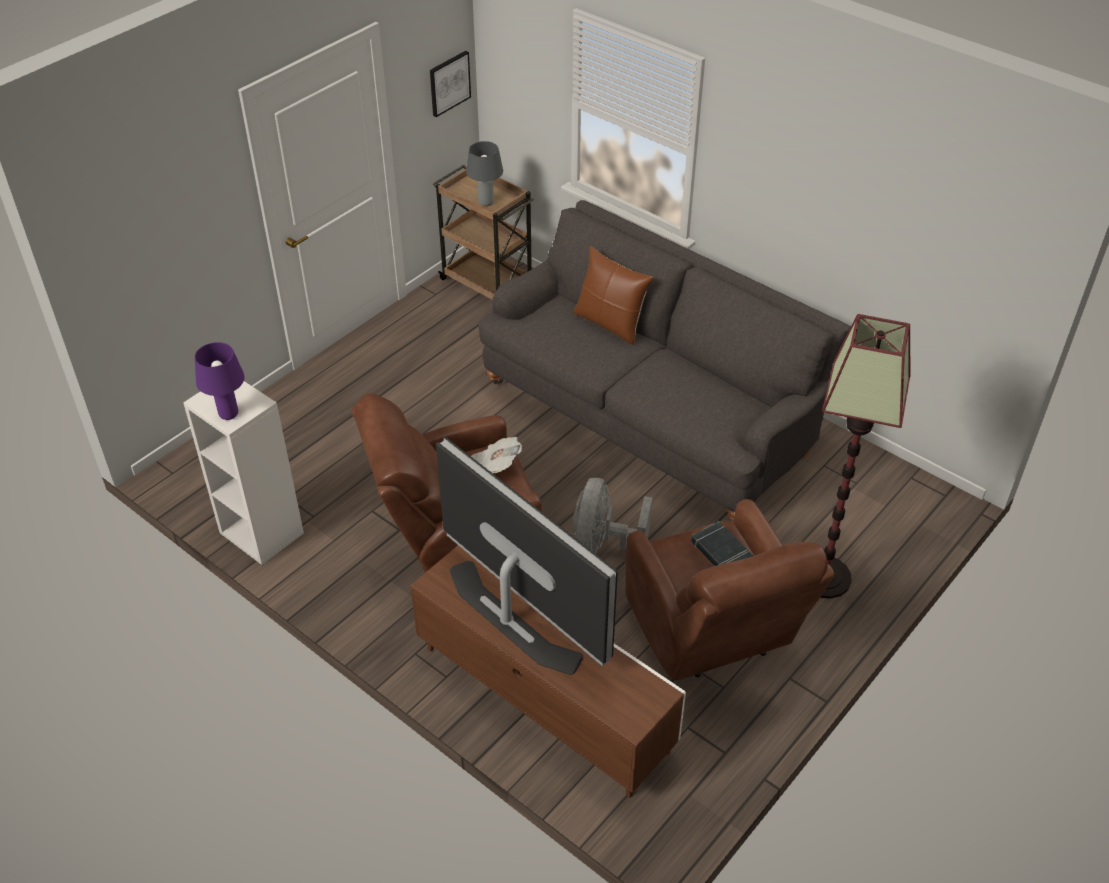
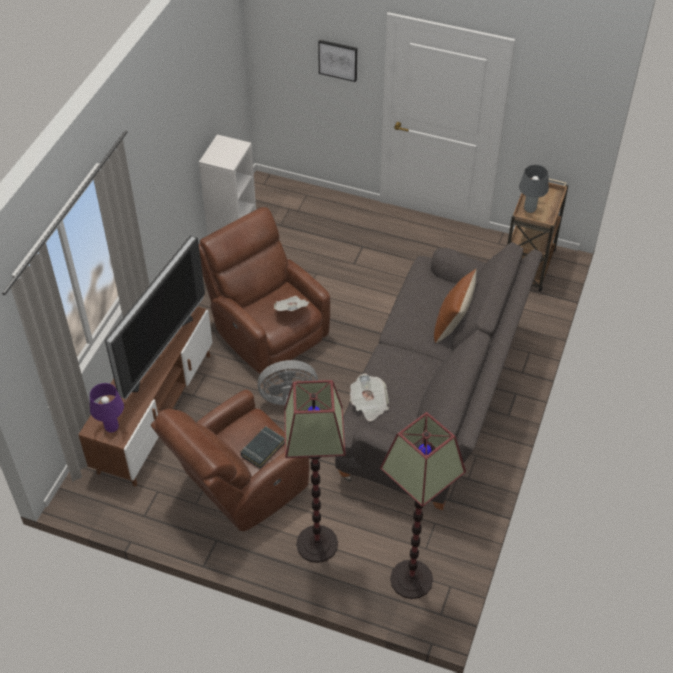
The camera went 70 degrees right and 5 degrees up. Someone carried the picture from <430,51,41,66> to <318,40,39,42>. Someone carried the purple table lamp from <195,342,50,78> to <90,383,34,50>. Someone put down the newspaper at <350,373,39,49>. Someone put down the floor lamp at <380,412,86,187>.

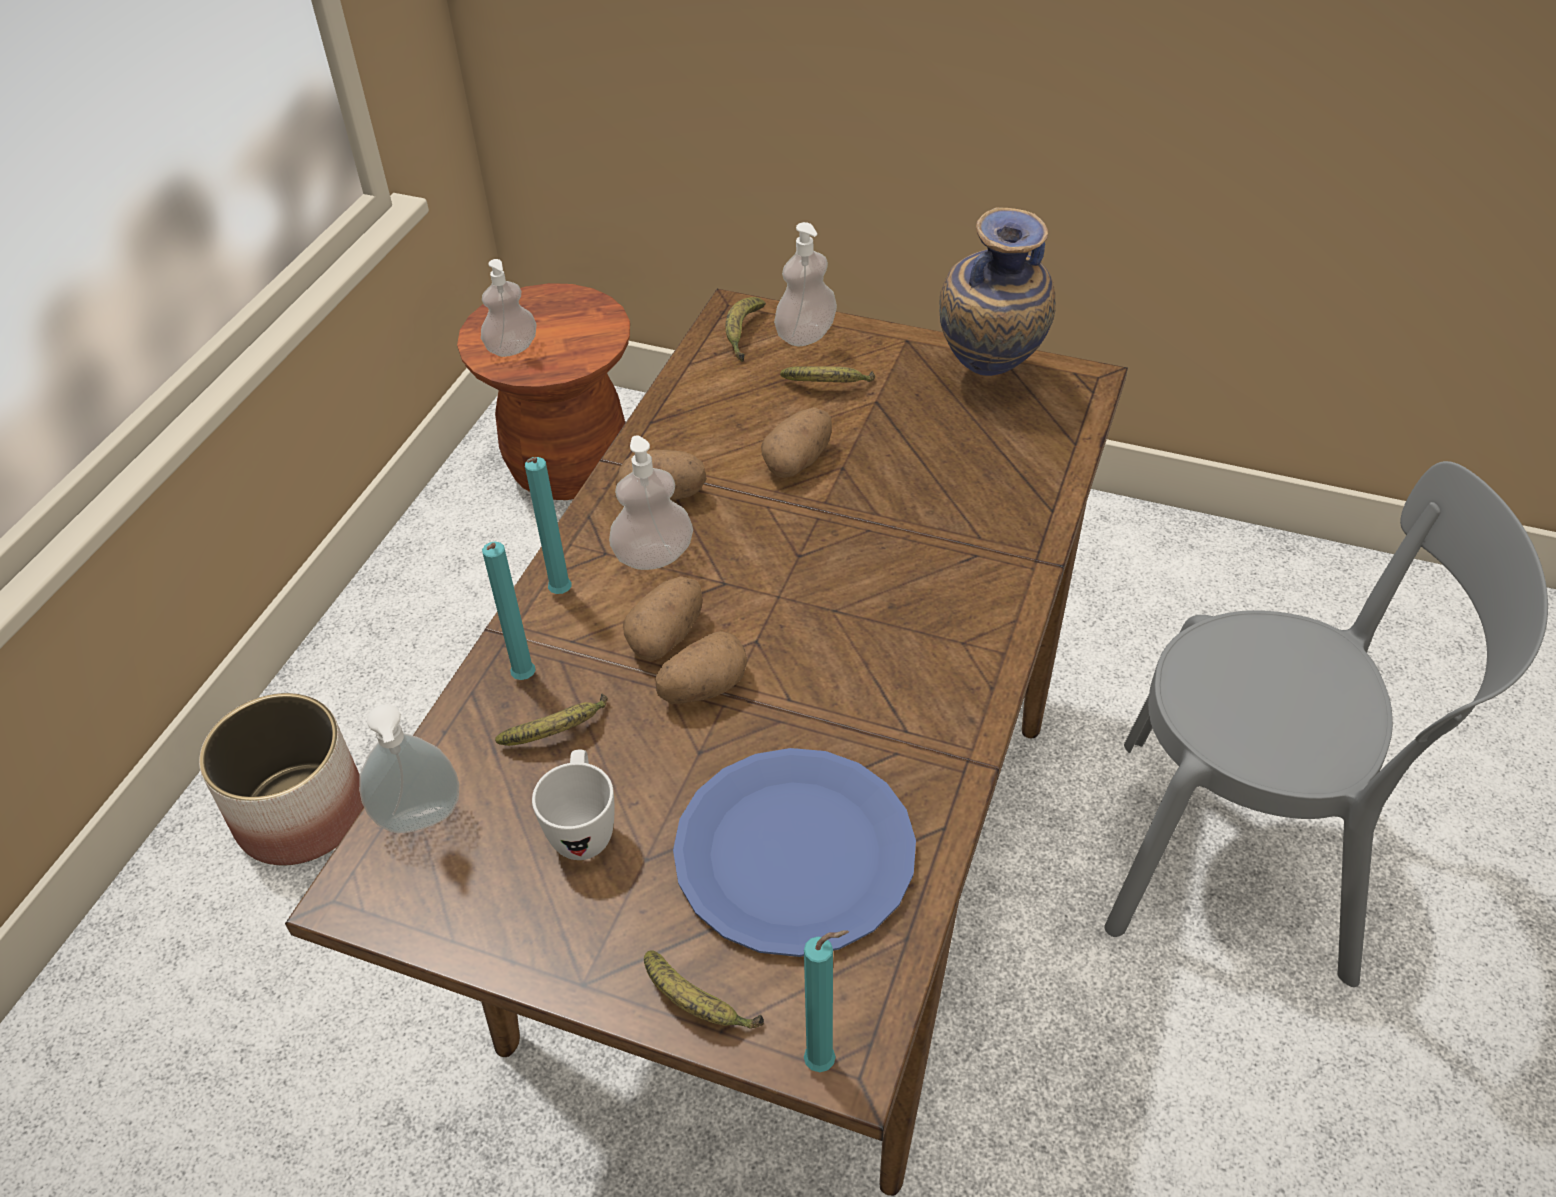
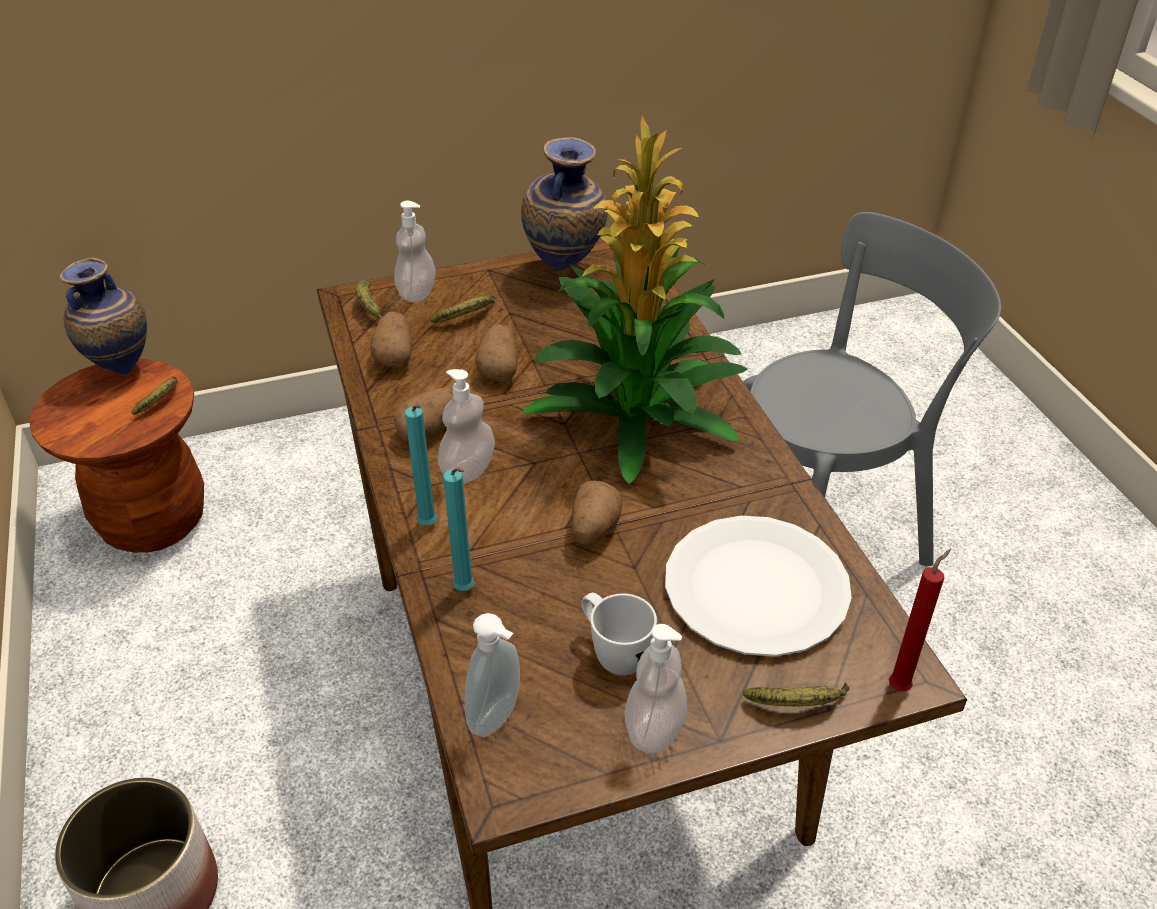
The camera went 40 degrees left and 5 degrees down. Someone carried the soap dispenser from <481,259,56,98> to <625,624,62,129>. Someone carried the potato from <623,576,80,85> to <370,311,43,57>. Someone carried the banana from <495,693,113,53> to <131,376,47,39>. Someone repainted the blue plate at <673,748,243,209>, which became the white plate at <665,516,187,140>. Someone repainted the turquoise candle at <804,930,45,142>, which became the red candle at <889,549,62,143>. Someone put down the potted plant at <522,116,226,368>. Someone put down the vase at <59,257,88,119>.

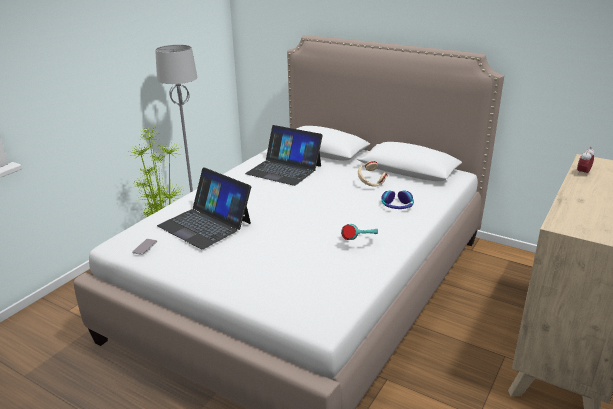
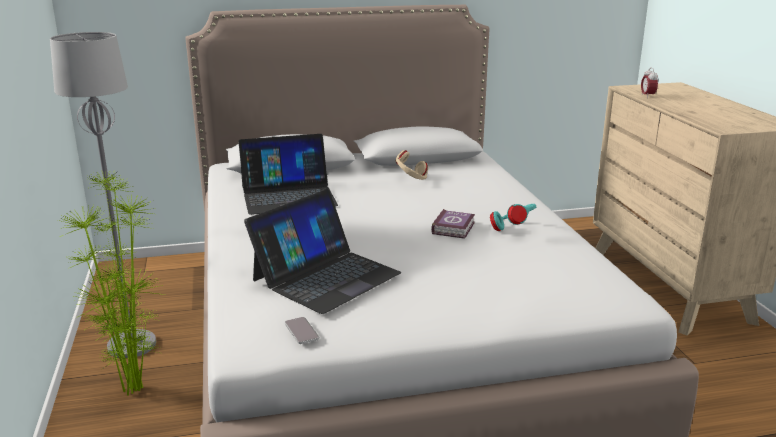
The camera went 45 degrees left and 5 degrees down. Someone rotated the laptop at <157,168,94,81> by 45 degrees counterclockwise. Someone took away the headphones at <381,191,33,18>. Someone put down the book at <431,209,44,30>.

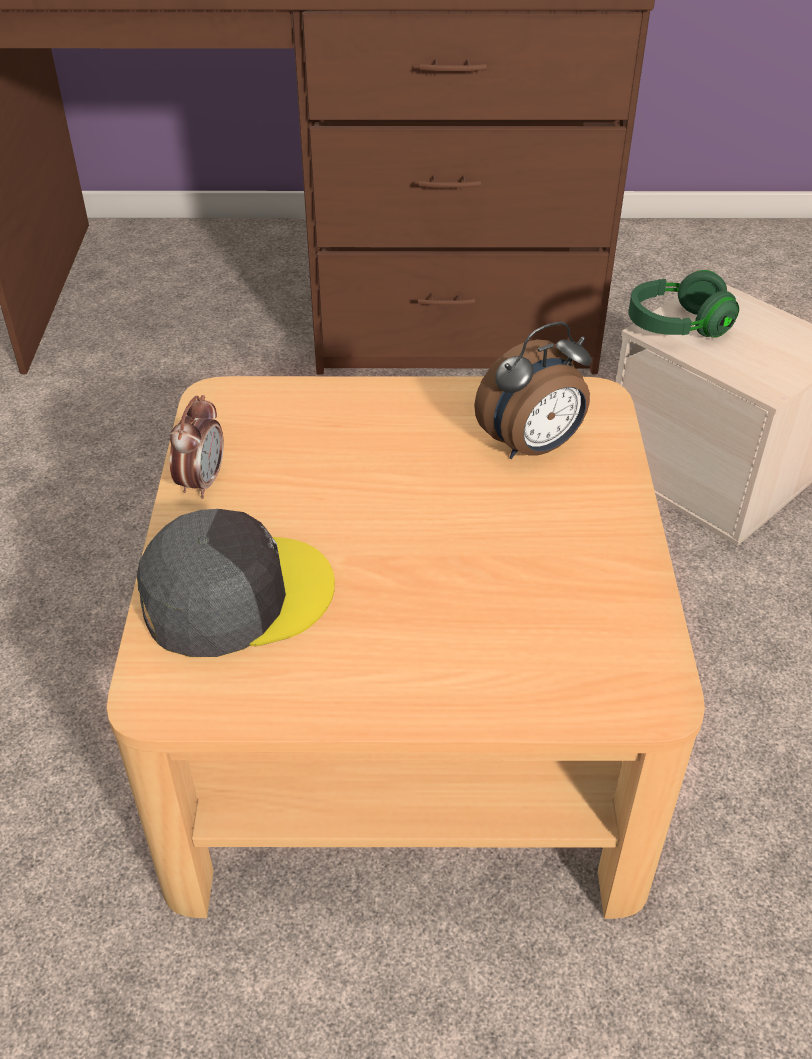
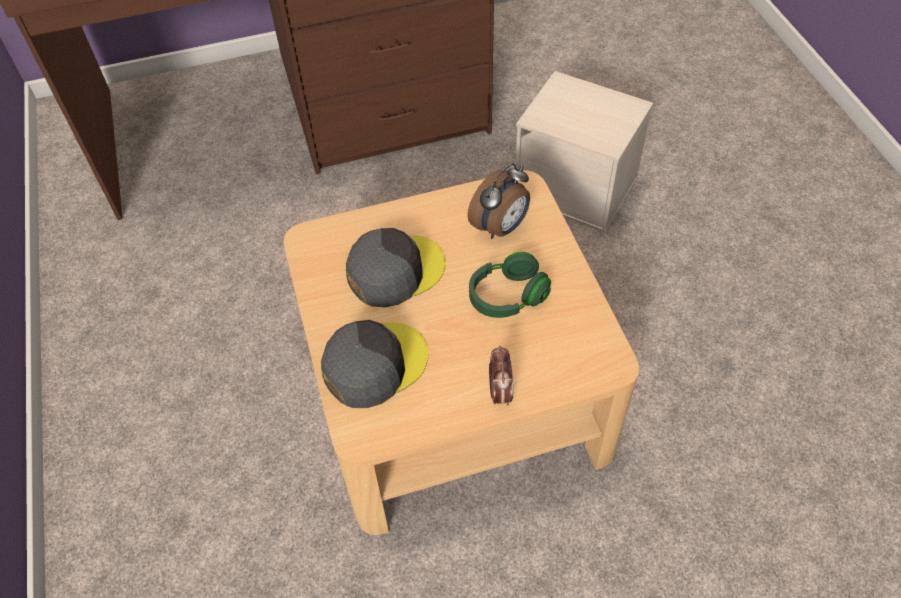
The camera went 15 degrees left and 10 degrees up. Someone carried the green headphones from <629,270,110,68> to <469,252,82,66>. Someone carried the alarm clock from <169,395,55,104> to <489,346,24,60>. Someone put down the grey cap at <346,228,100,80>.

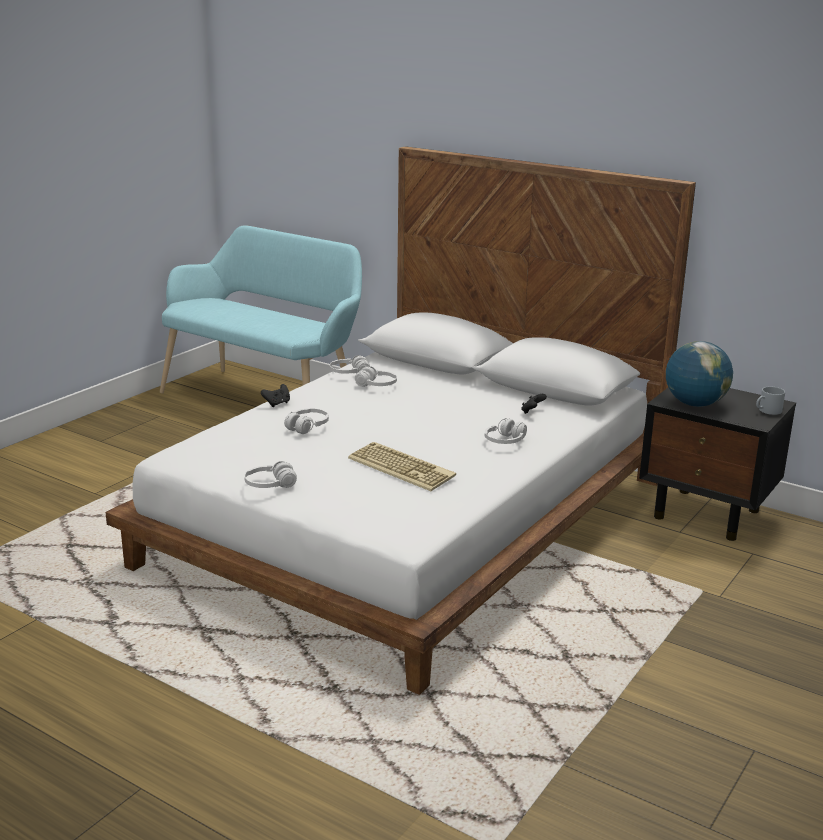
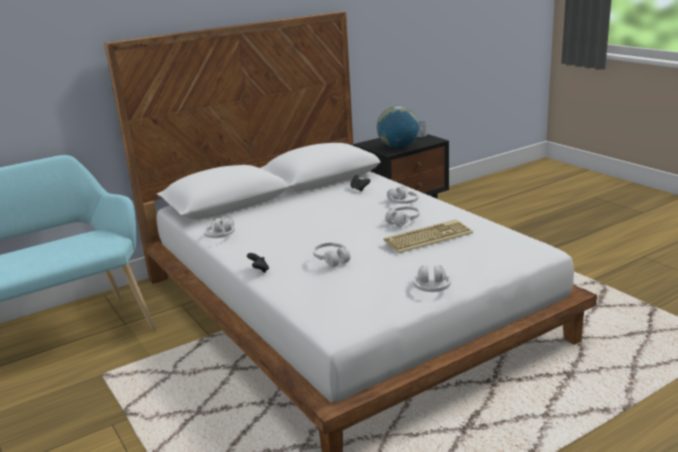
The camera went 65 degrees left and 0 degrees up. Someone carried the white headphones from <355,366,42,21> to <385,206,35,21>.

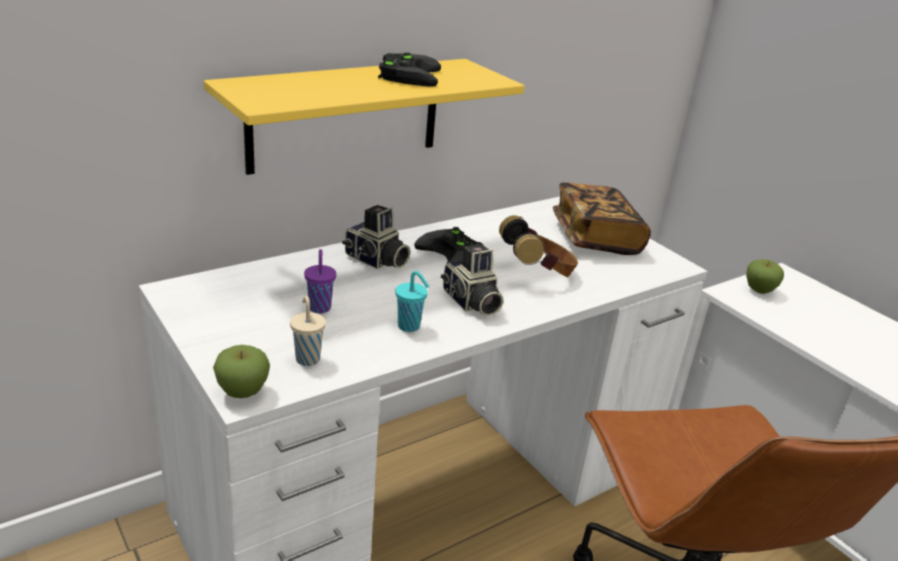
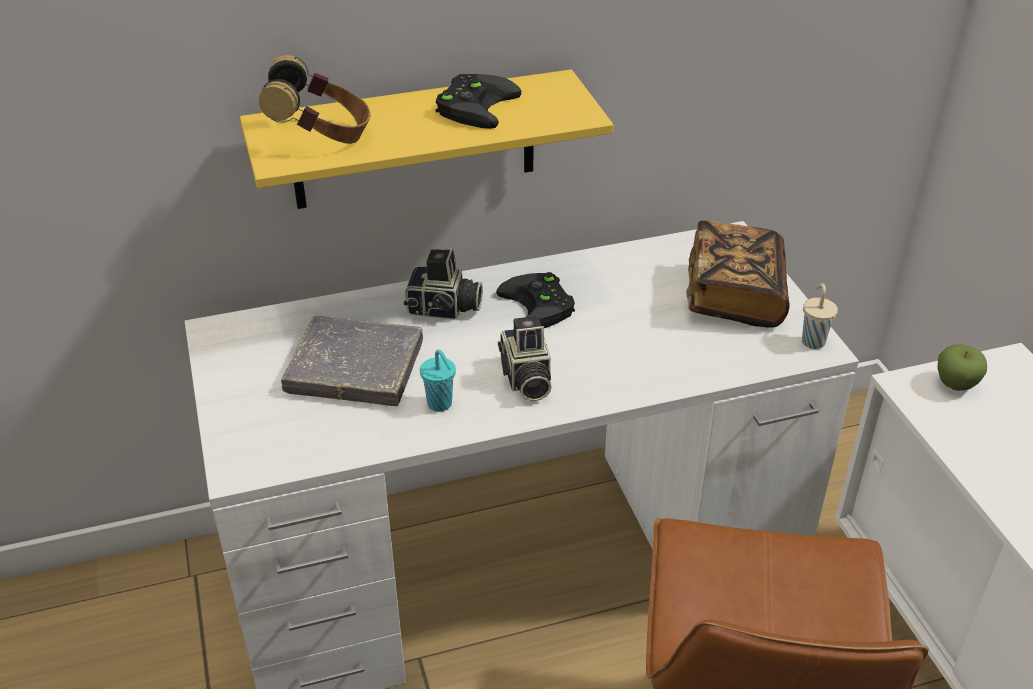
The camera went 20 degrees right and 10 degrees up. Someone rotated the photo camera at <342,205,69,64> by 45 degrees counterclockwise. Someone carried the headphones from <499,215,79,62> to <259,55,112,89>. Someone swapped the purple cup at <304,249,32,65> for the grey book at <281,316,142,90>. Someone carried the beige cup from <290,296,36,70> to <802,283,36,66>. Someone took away the apple at <213,345,57,53>.

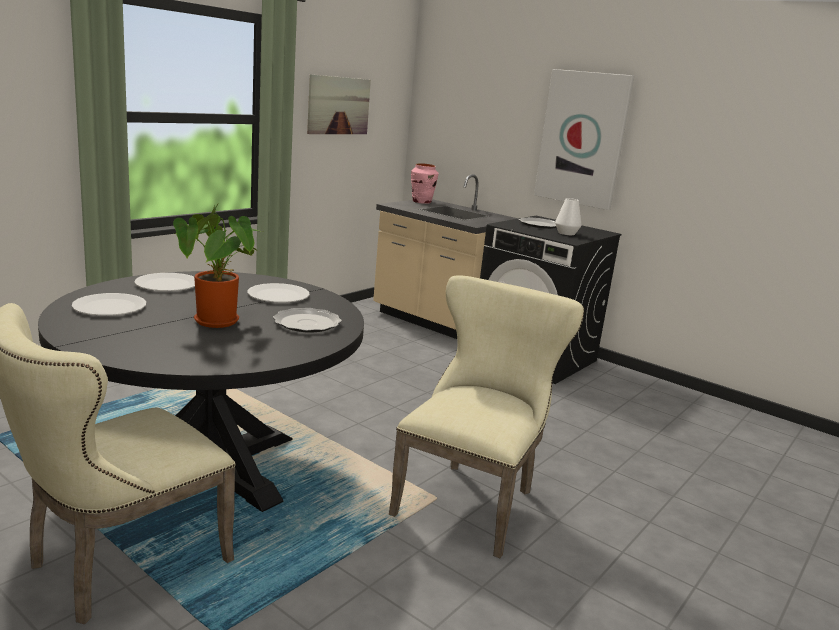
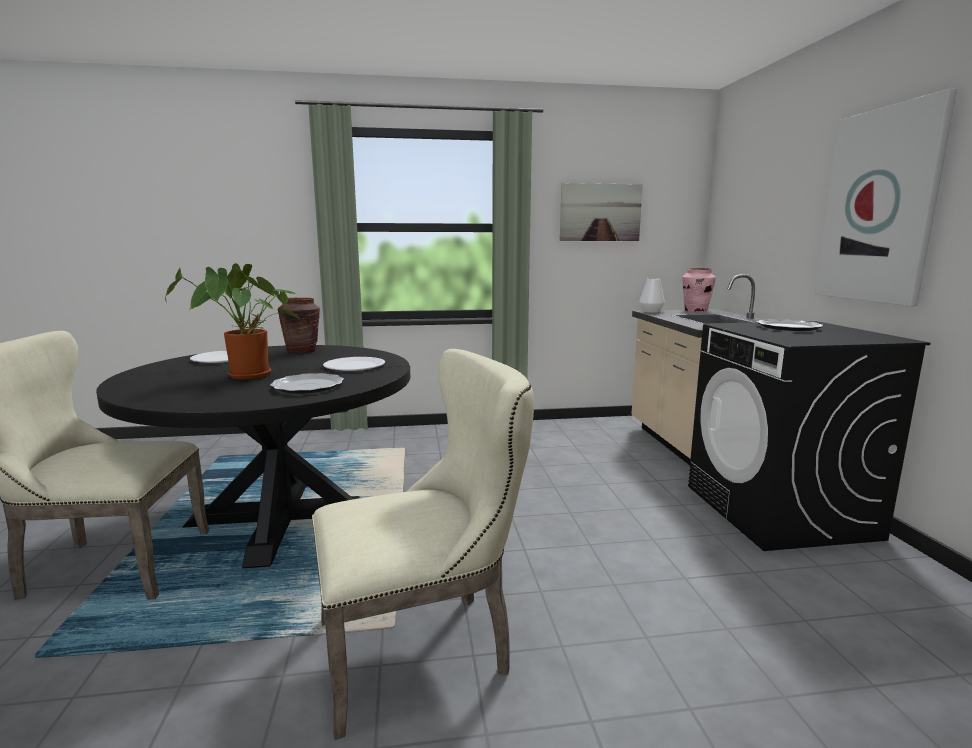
The camera went 45 degrees right and 5 degrees down. Someone carried the white vase from <555,198,26,37> to <639,279,26,34>. Someone swapped the white plate at <134,273,61,18> for the brown vase at <278,298,42,55>.

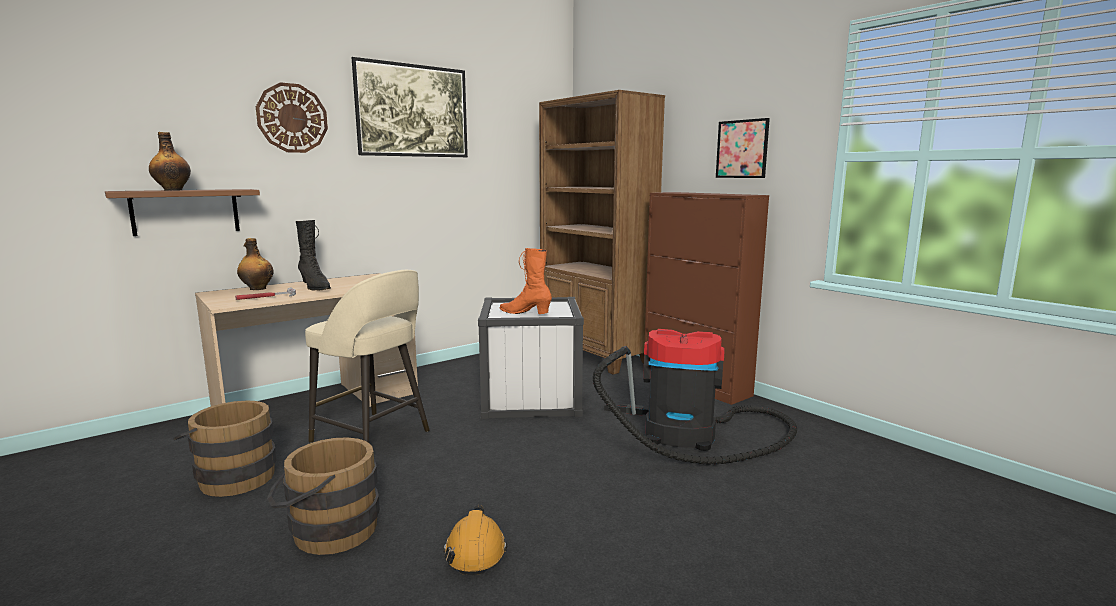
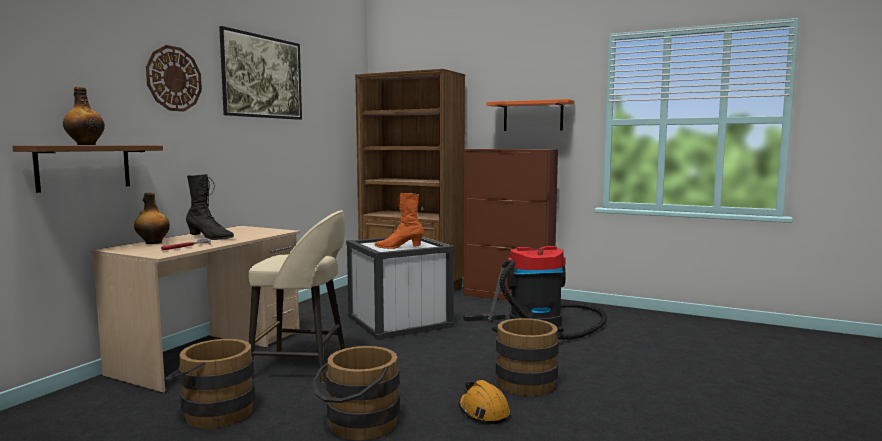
The camera went 25 degrees left and 5 degrees down. Someone swapped the picture at <716,118,54,60> for the orange shelf at <486,99,88,32>. Someone put down the brown bucket at <491,318,73,78>.

